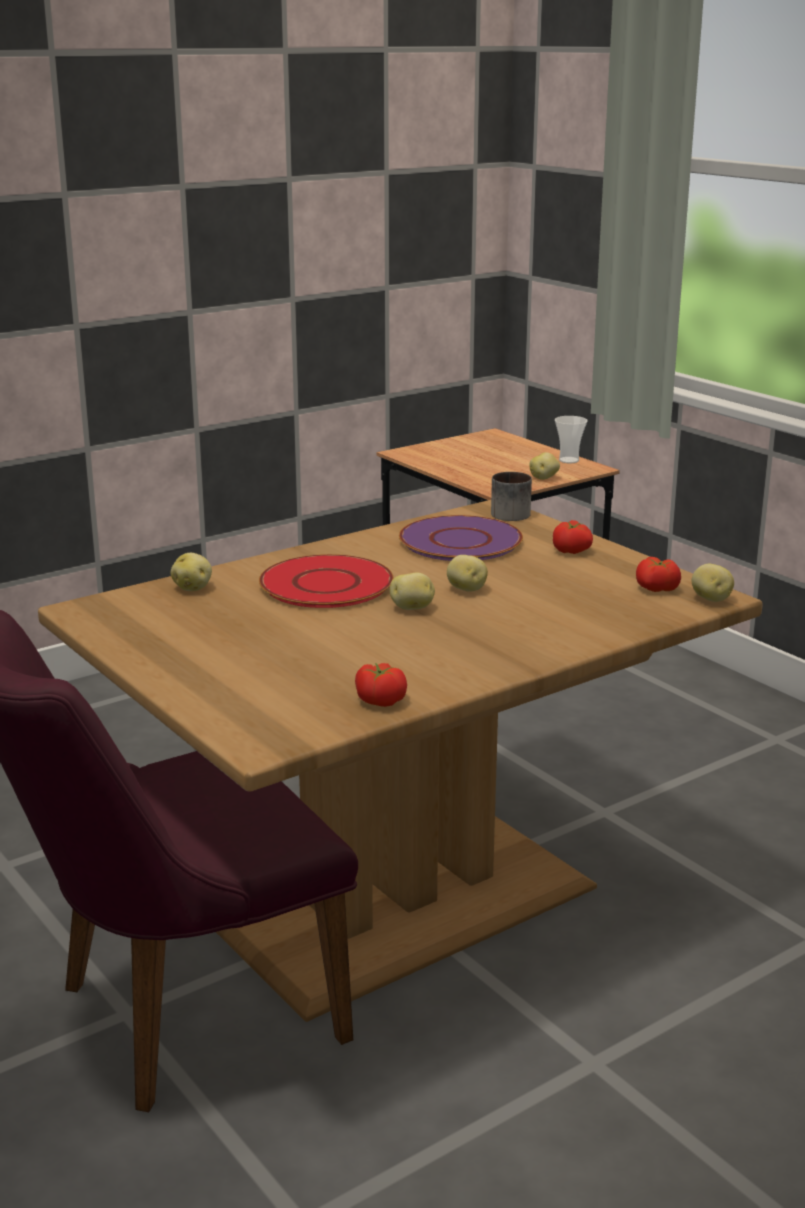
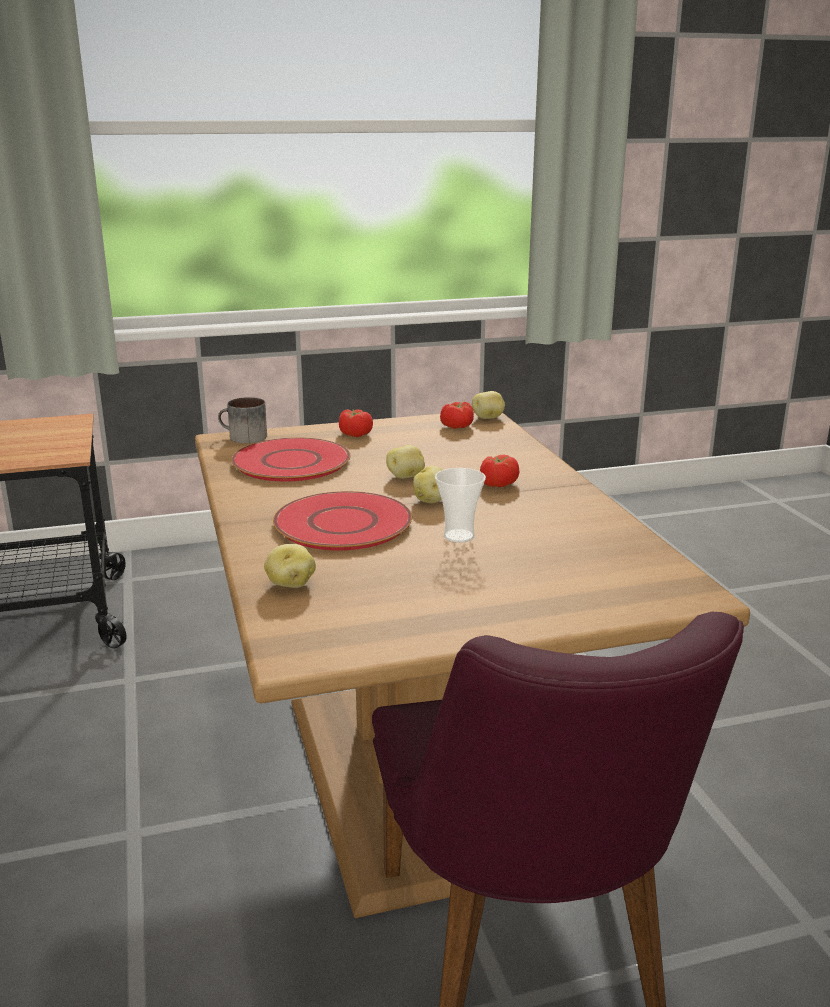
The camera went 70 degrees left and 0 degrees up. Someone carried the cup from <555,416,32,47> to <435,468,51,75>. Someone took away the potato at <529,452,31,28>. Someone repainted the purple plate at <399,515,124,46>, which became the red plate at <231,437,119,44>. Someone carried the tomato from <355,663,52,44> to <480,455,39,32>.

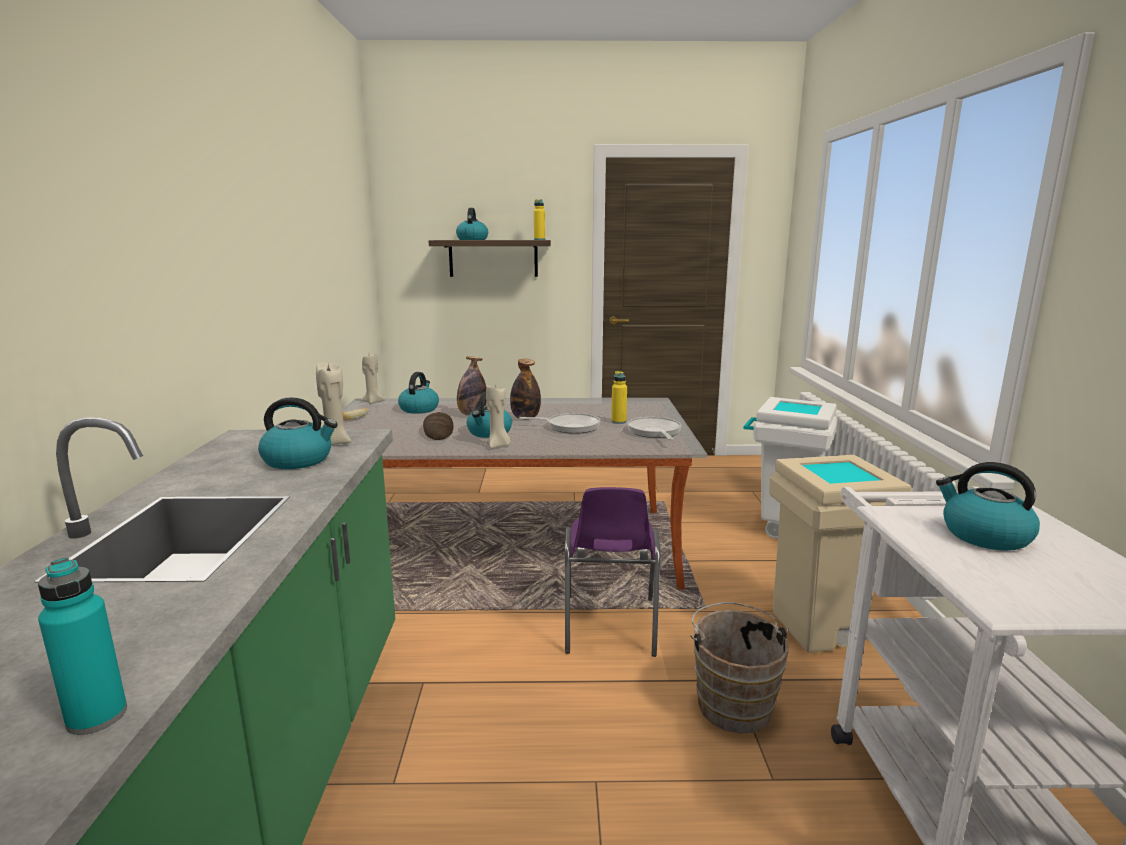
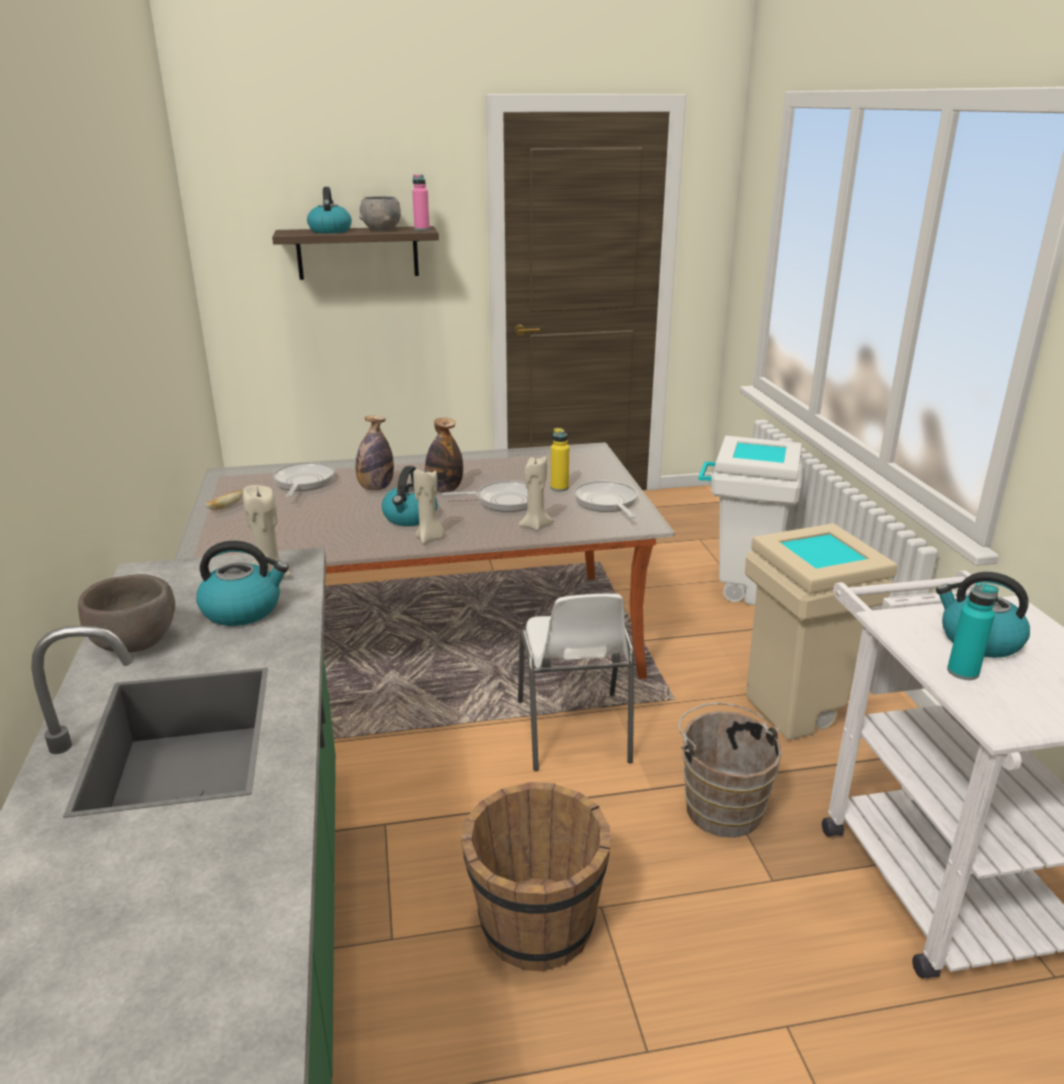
The camera went 10 degrees left and 10 degrees up. Someone repainted the yellow bottle at <534,199,11,41>, which became the pink bottle at <412,174,18,57>. Someone carried the beige candle from <361,353,24,51> to <518,456,36,75>. Someone swapped the kettle at <398,372,41,42> for the frying pan at <273,462,62,35>. Someone took away the bread at <423,412,31,28>. Someone repainted the purple chair at <565,487,95,170>, which became the white chair at <518,594,116,177>. Someone carried the turquoise bottle from <38,557,89,178> to <947,582,52,98>. Someone put down the grey bowl at <359,196,42,35>. Someone put down the brown bowl at <78,574,97,78>. Someone put down the brown bucket at <461,782,149,190>.

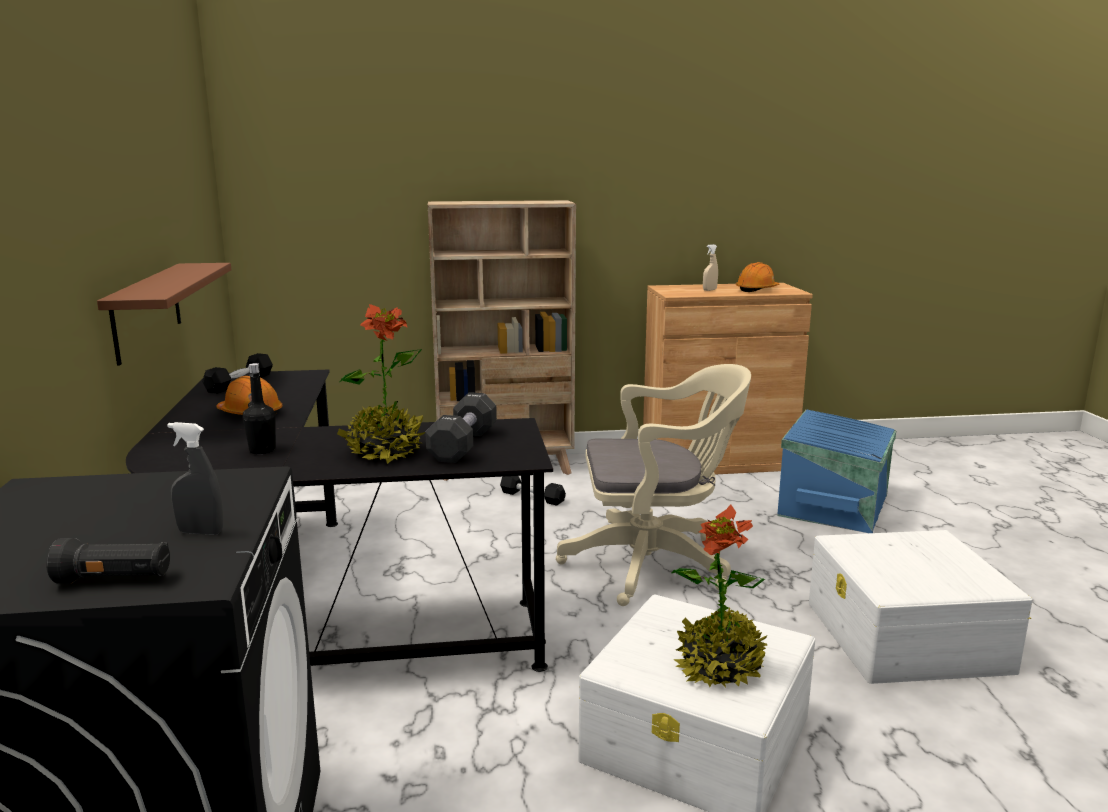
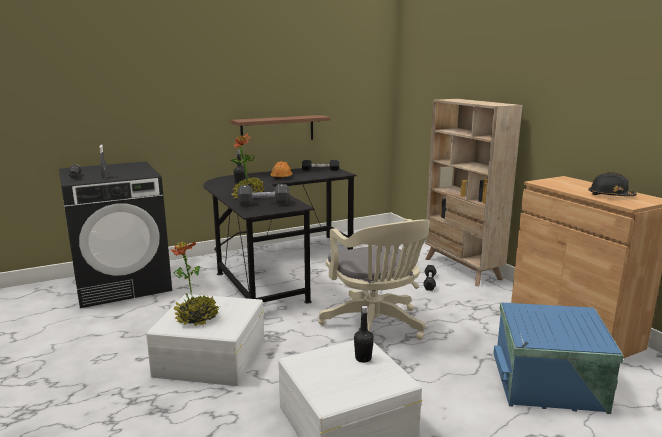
The camera went 70 degrees right and 0 degrees up. Someone took away the beige spray bottle at <703,244,15,47>. Someone repainted the orange hard hat at <736,262,44,30>, which became the black hard hat at <588,172,49,24>. Someone put down the black bottle at <354,306,20,57>.

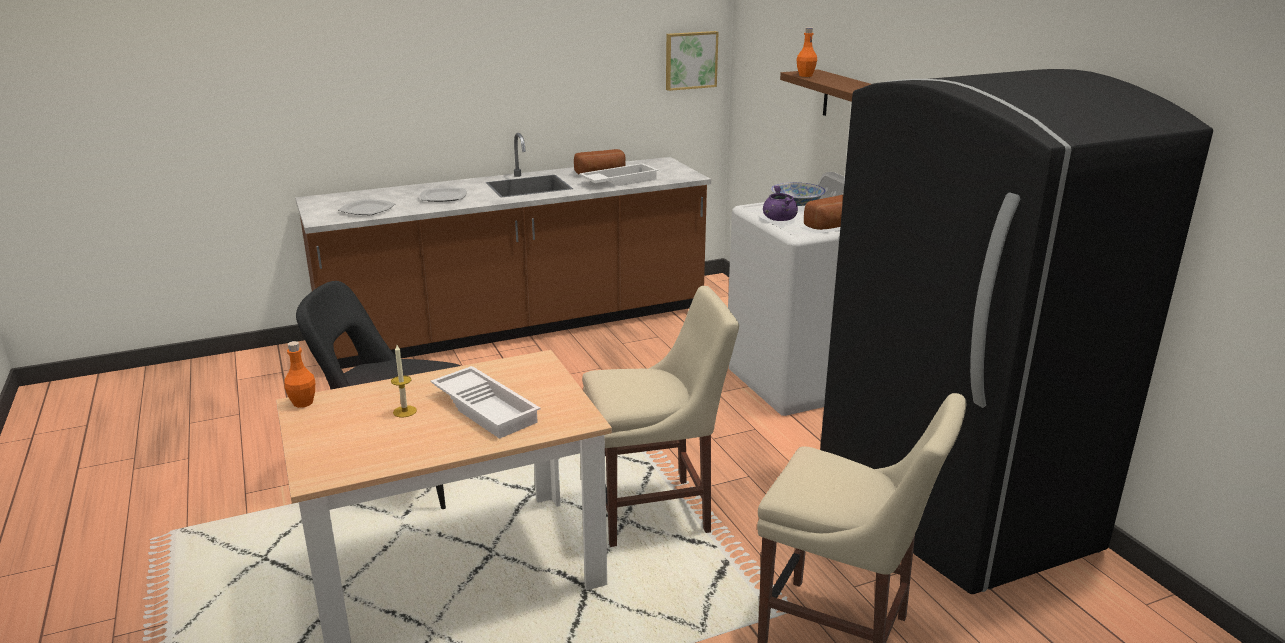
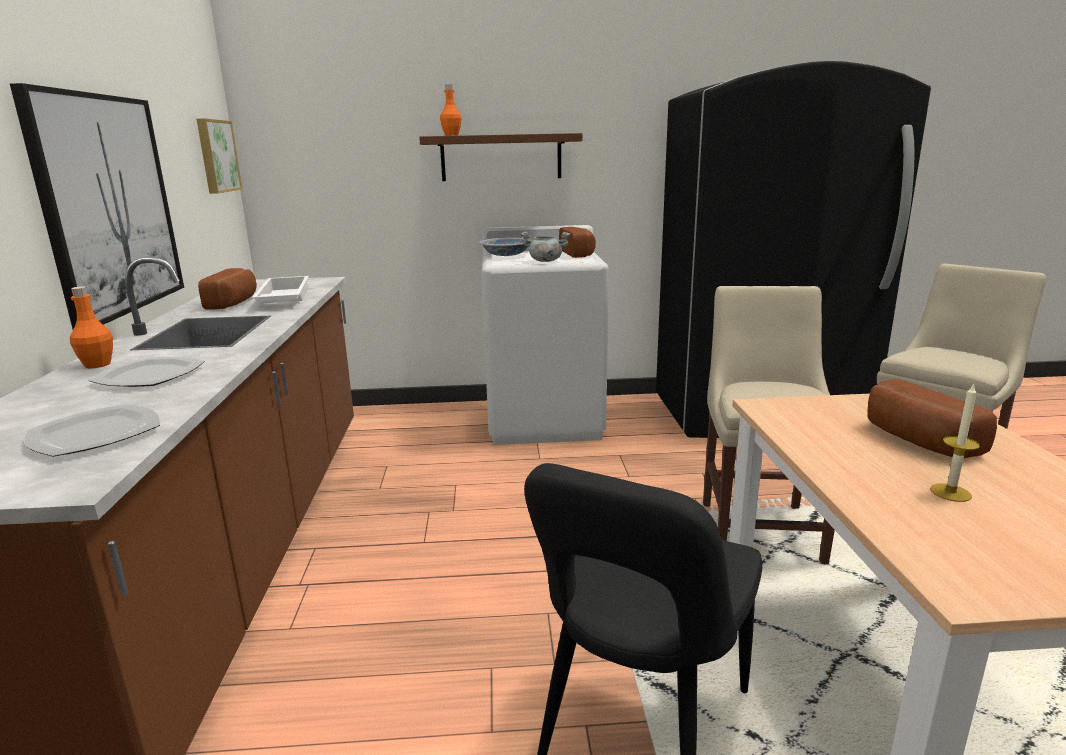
The camera went 70 degrees left and 5 degrees down. Someone repainted the purple cooking pot at <763,186,35,35>, which became the grey cooking pot at <521,232,49,30>. Someone carried the orange bottle from <284,341,31,67> to <70,286,43,82>. Someone swapped the white tray at <431,366,110,73> for the bread at <867,379,130,79>. Someone put up the picture at <10,83,174,246>.

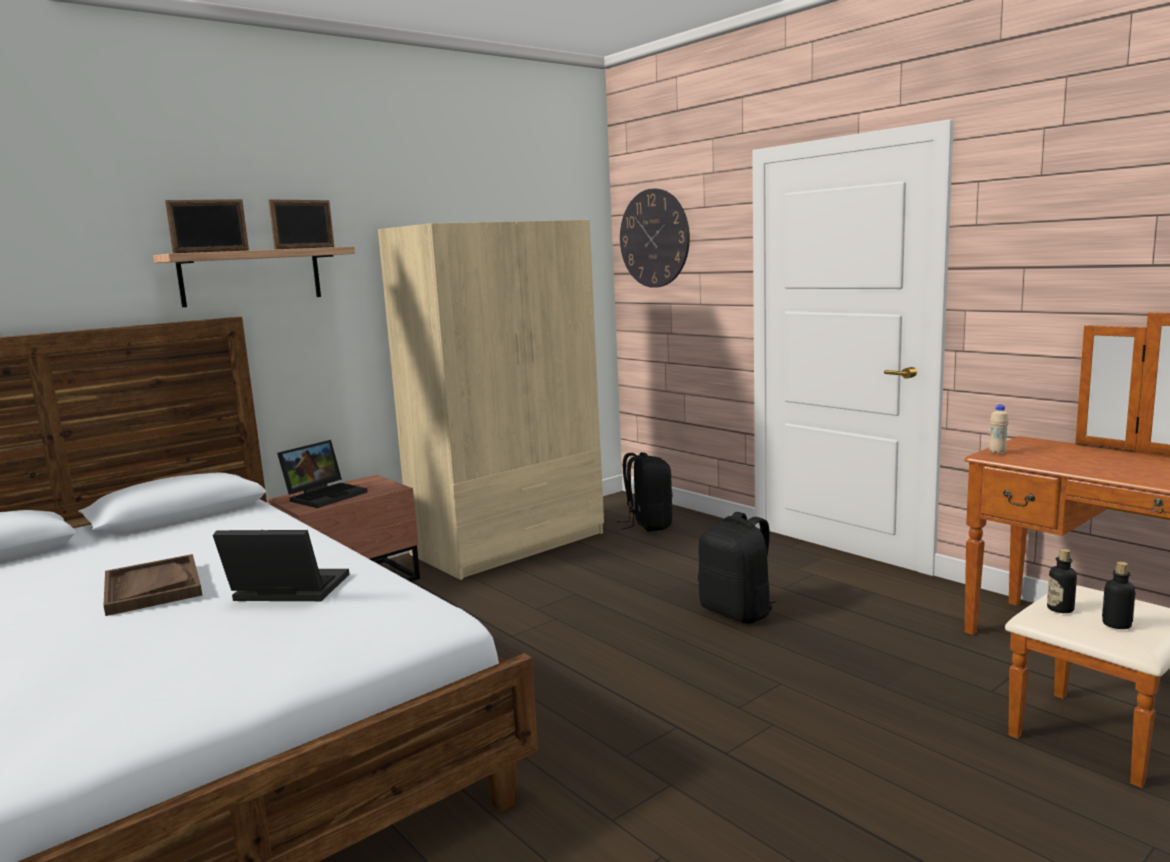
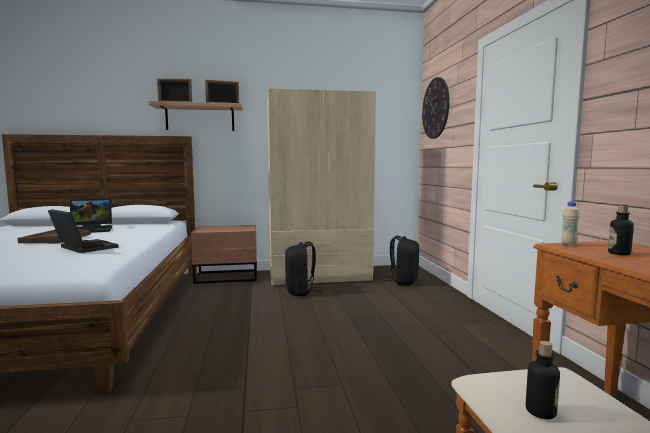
The camera went 30 degrees right and 5 degrees down. Someone carried the laptop from <277,440,91,68> to <70,198,42,35>. Someone carried the black backpack from <698,512,78,112> to <285,241,37,55>. Someone carried the bottle from <1047,549,30,64> to <608,205,26,50>.

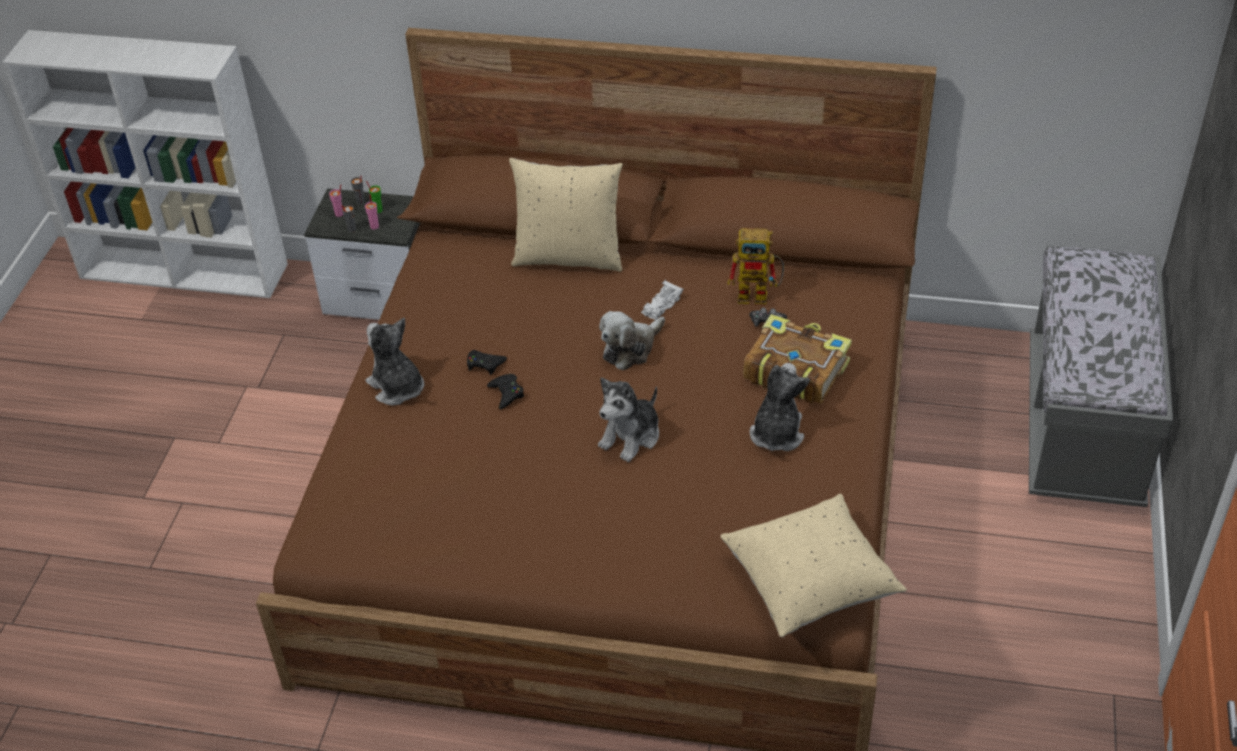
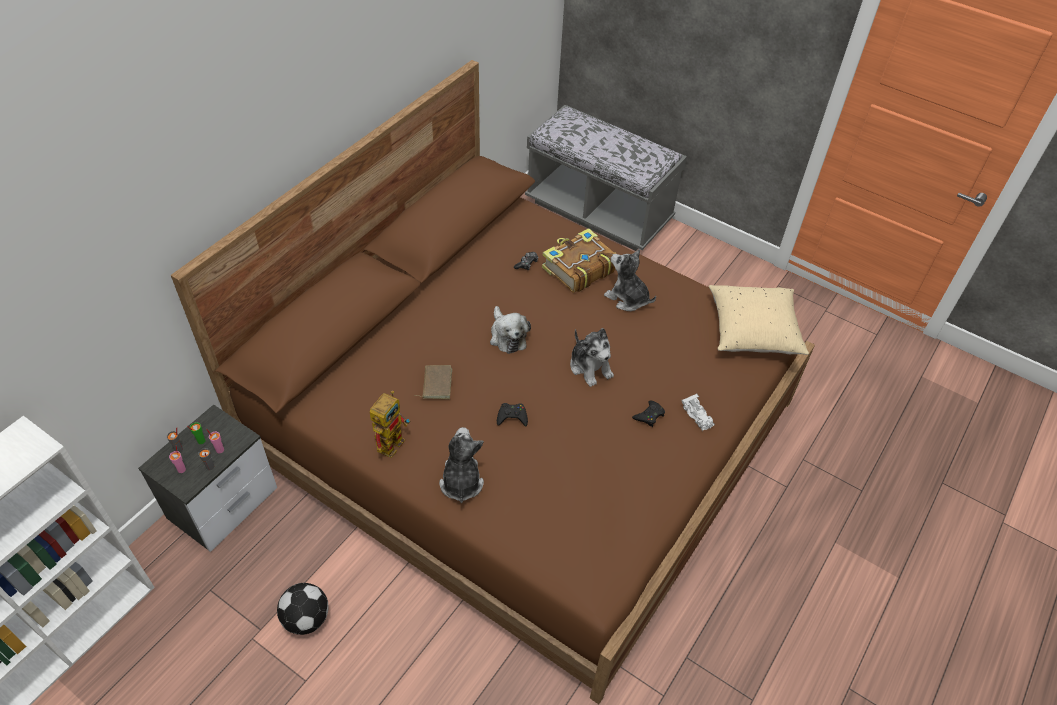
The camera went 70 degrees left and 5 degrees up. Someone took away the beige pillow at <509,158,114,114>. Someone carried the toy robot from <727,228,57,77> to <370,390,40,68>. Someone carried the white toy car from <641,280,43,40> to <681,393,34,38>. Someone rotated the plush toy at <366,318,58,87> by 105 degrees clockwise. Someone carried the black game controller from <467,350,40,25> to <632,401,33,26>. Someone put down the brown book at <414,365,38,34>. Someone put down the football at <277,583,51,52>.

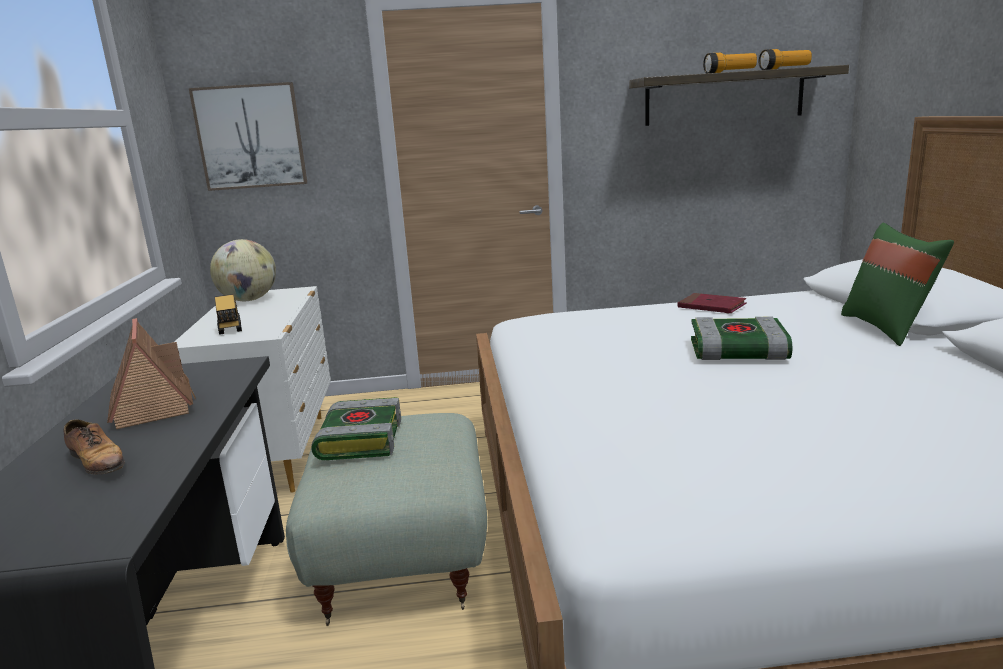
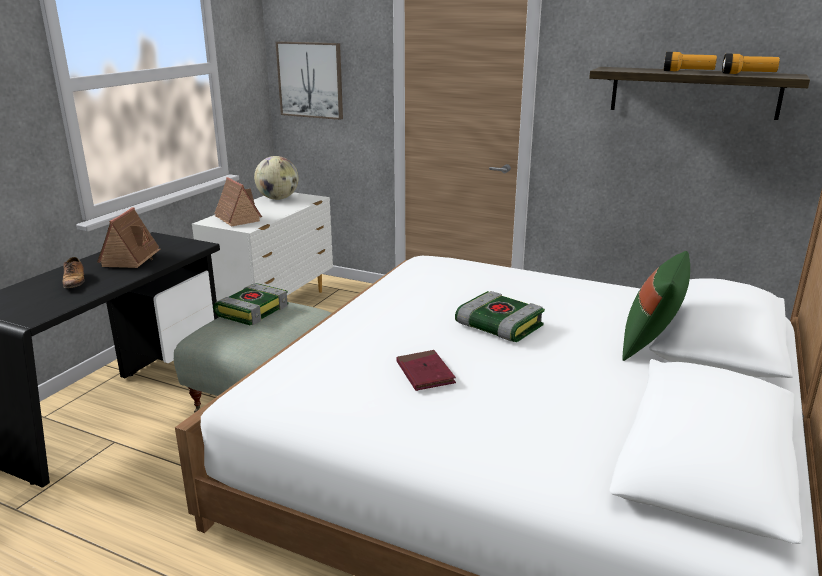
The camera went 30 degrees right and 5 degrees up. Someone carried the red book from <678,293,69,21> to <396,350,60,41>. Someone swapped the toy truck at <215,294,27,41> for the toy house at <214,177,48,50>.

